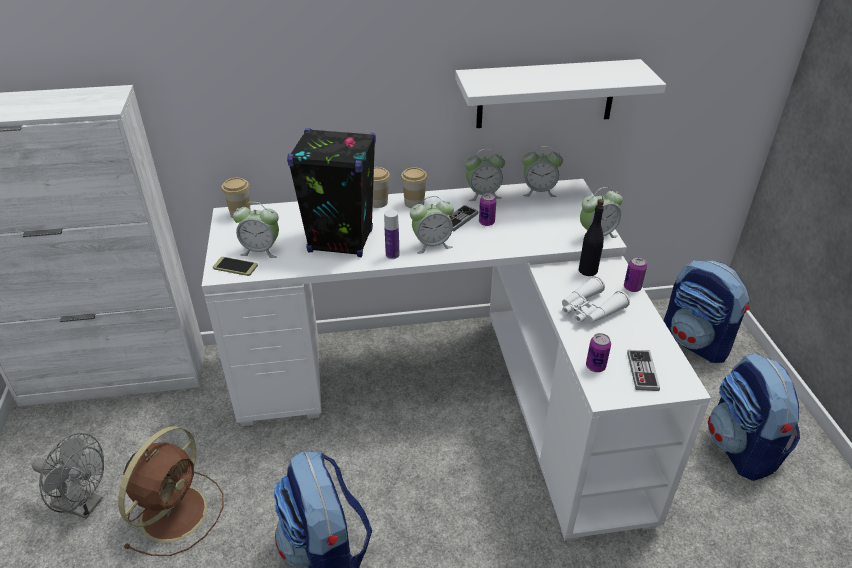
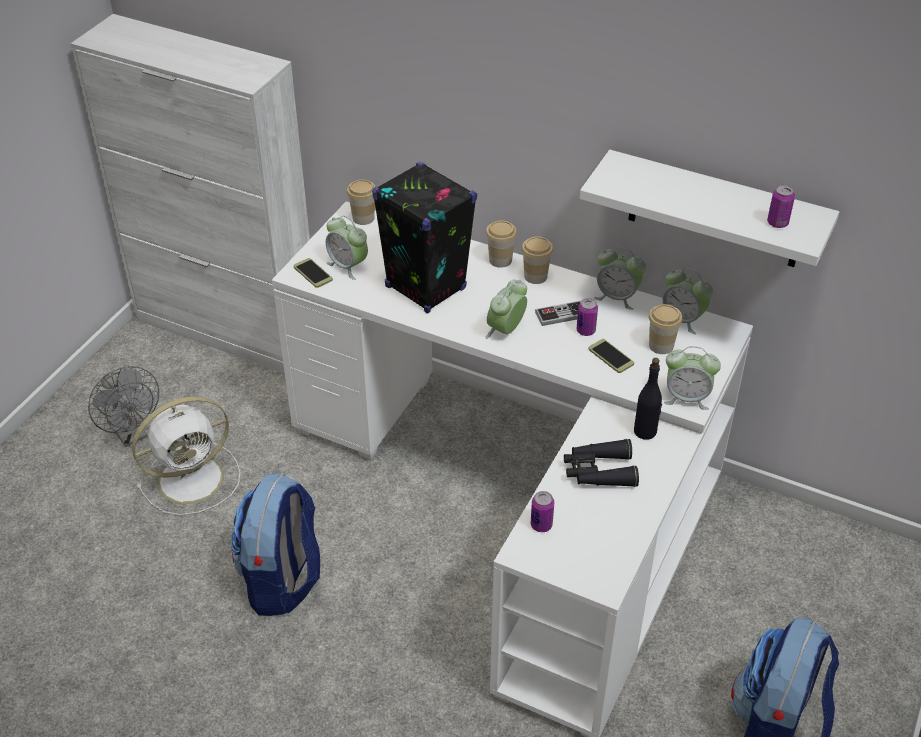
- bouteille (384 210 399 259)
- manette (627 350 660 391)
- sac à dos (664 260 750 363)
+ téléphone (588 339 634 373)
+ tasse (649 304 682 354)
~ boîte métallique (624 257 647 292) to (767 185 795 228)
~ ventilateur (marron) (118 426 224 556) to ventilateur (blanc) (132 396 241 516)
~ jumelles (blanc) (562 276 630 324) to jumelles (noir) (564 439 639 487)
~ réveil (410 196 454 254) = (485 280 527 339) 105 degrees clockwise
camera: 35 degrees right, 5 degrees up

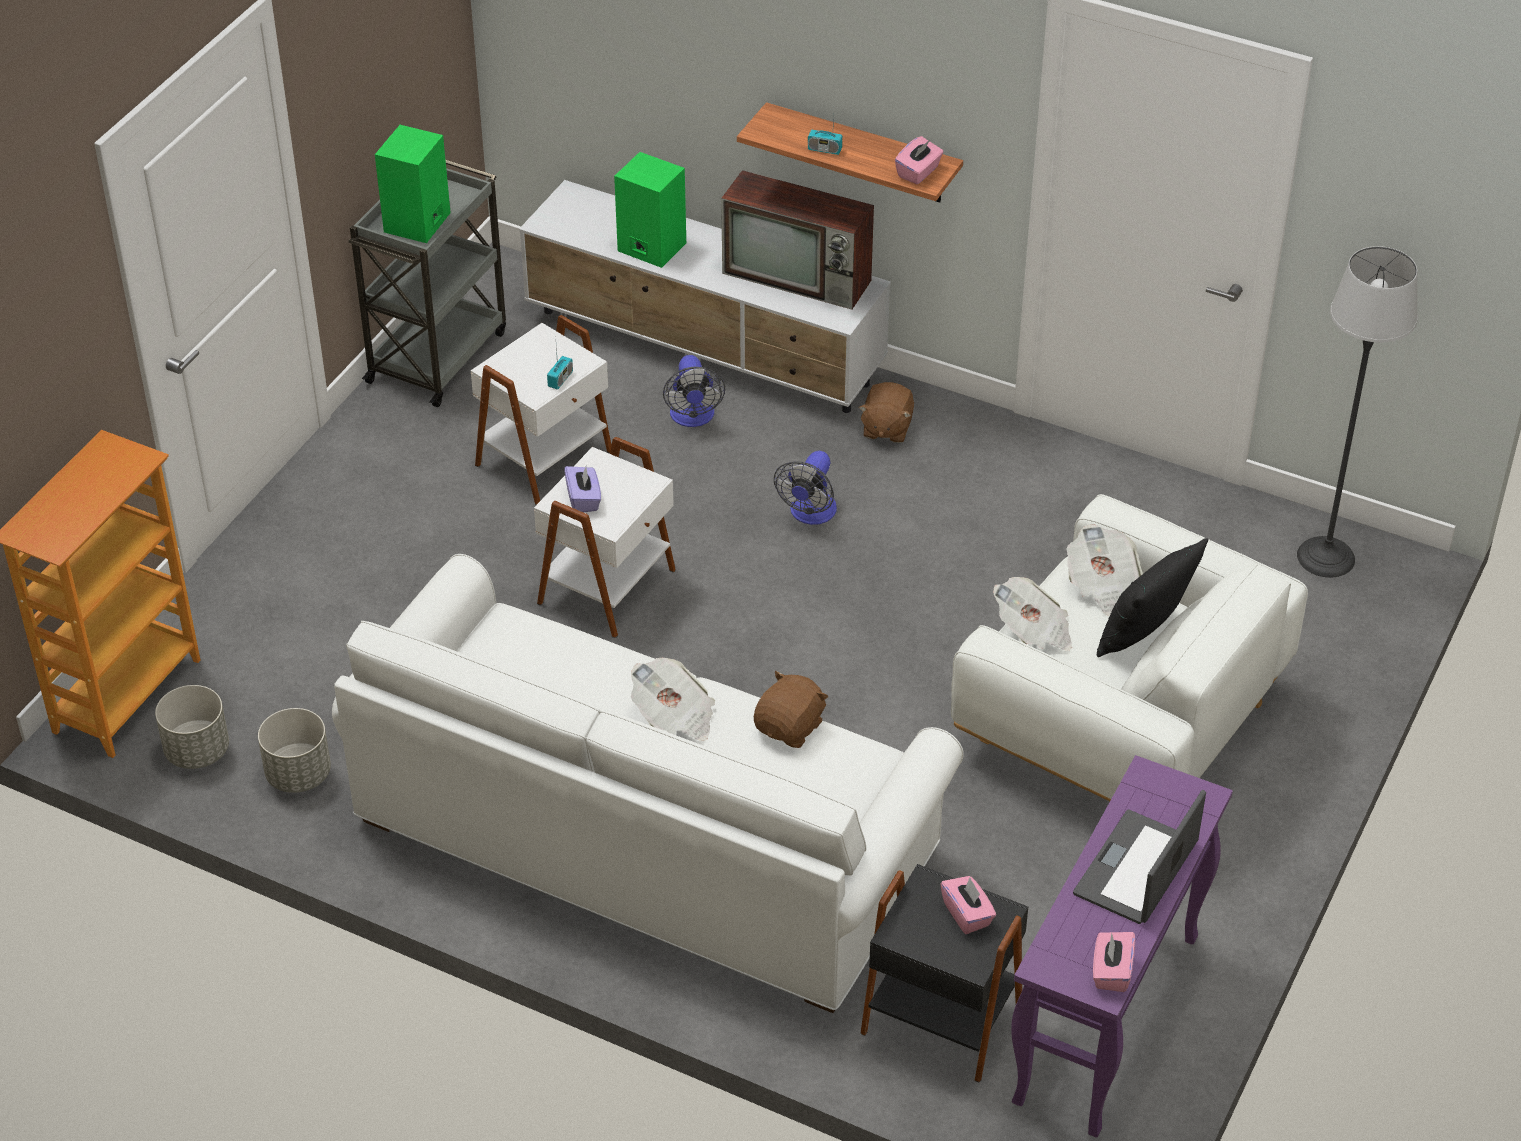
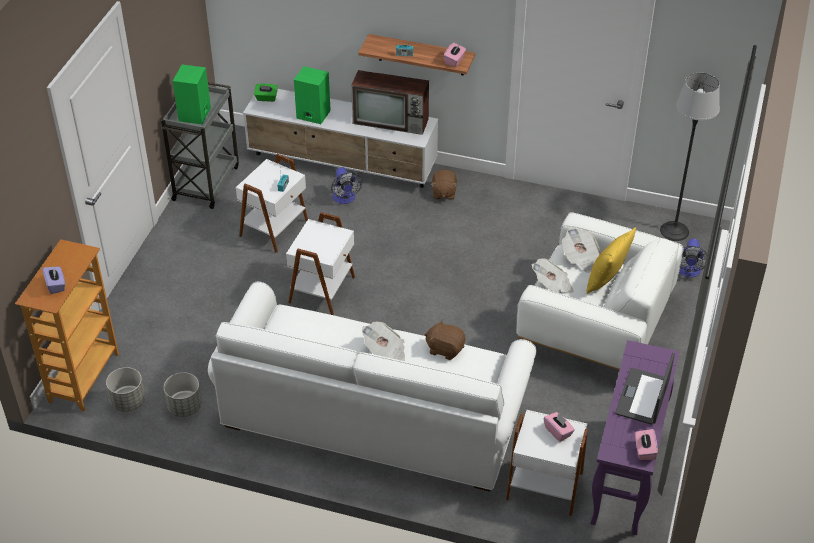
+ boîte à mouchoirs (vert) (254 83 278 102)
~ boîte à mouchoirs (violet) (564 464 601 512) to (42 265 65 294)
~ ventilateur (774 451 837 525) to (679 239 707 277)
~ table d'appoint (noir) (860 864 1028 1083) to table d'appoint (blanc) (506 410 588 516)
~ coussin (noir) (1097 538 1208 657) to coussin (jaune) (586 228 636 294)
~ peluche (marron) (754 671 828 748) = (425 319 465 360) 90 degrees counterclockwise
camera: 10 degrees left, 0 degrees up

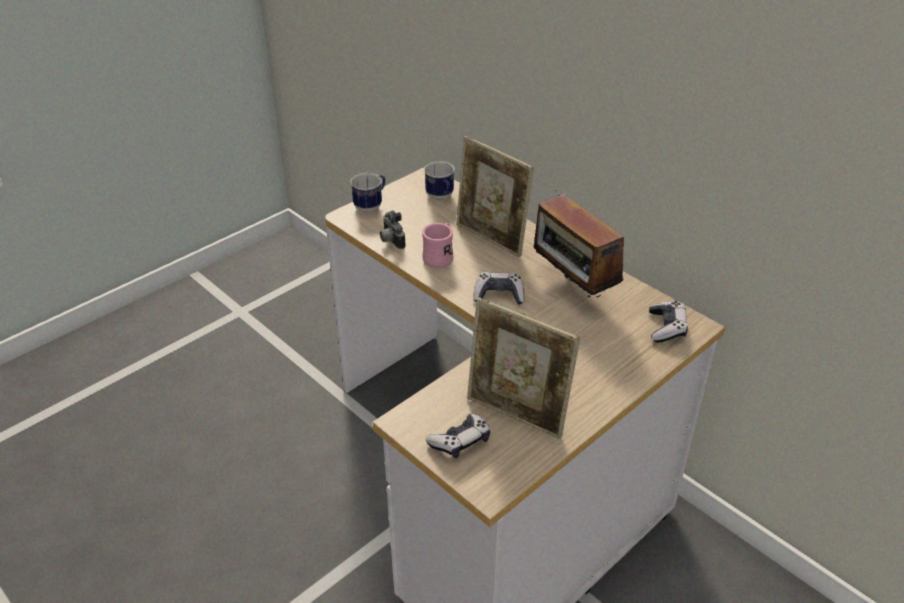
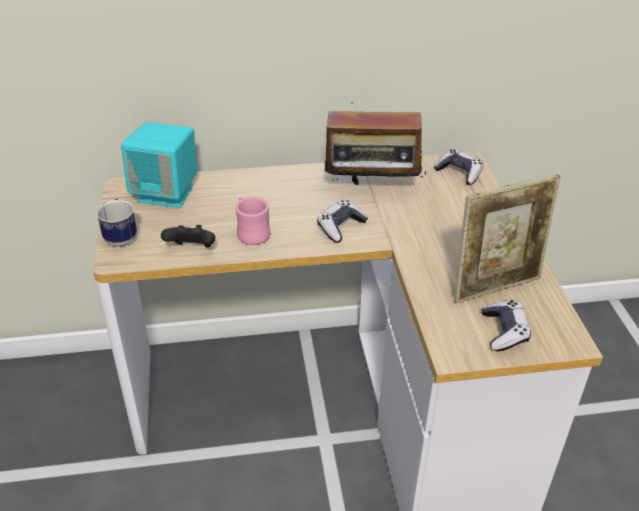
- cadre photo (456 136 534 257)
~ appareil photo (380 210 406 249) to manette (noir) (161 225 215 247)
~ mug (424 161 455 200) to enceinte (turquoise) (121 122 197 208)
camera: 55 degrees left, 0 degrees up

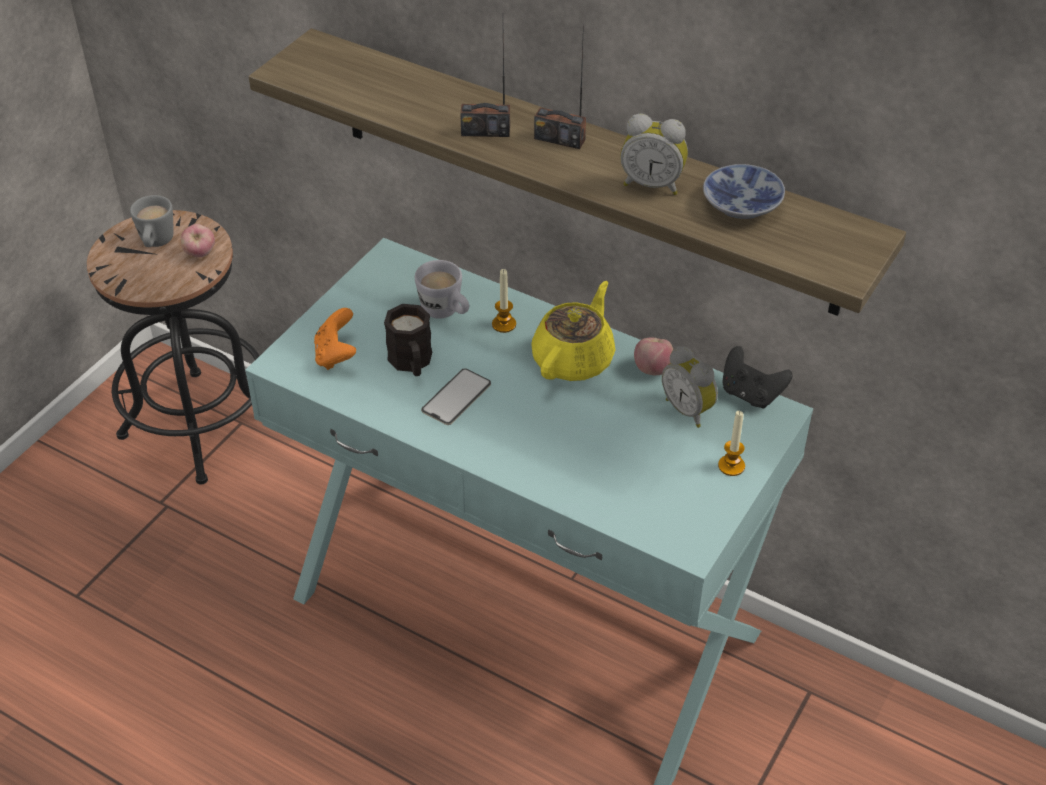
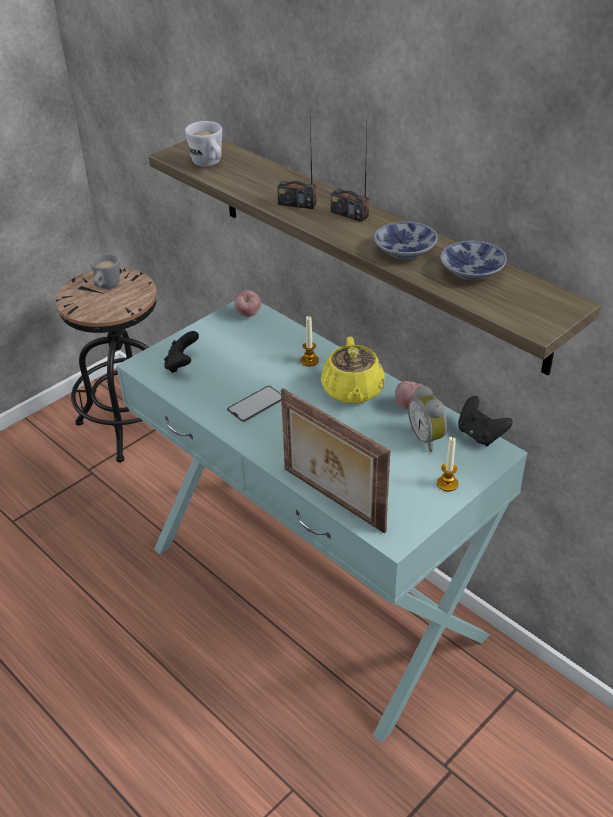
- mug (noir) (384 304 432 376)
+ cadre photo (281 388 390 533)
~ pomme (181 224 215 257) to (234 290 261 317)
~ mug (blanc) (415 260 469 319) to (185 121 222 167)
~ réveil (620 114 688 195) to bol (374 222 438 260)
~ manette (orange) (314 308 356 370) to manette (noir) (164 331 199 373)
~ théière (jaune) (531 281 615 381) = (321 337 385 404) 135 degrees clockwise
camera: 15 degrees right, 5 degrees down

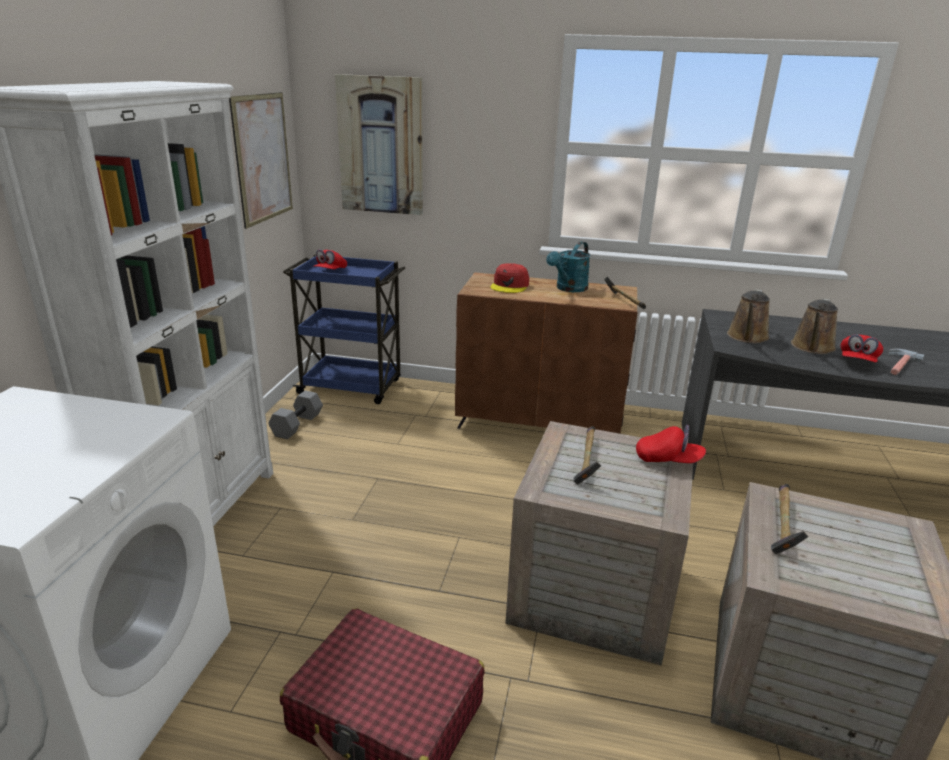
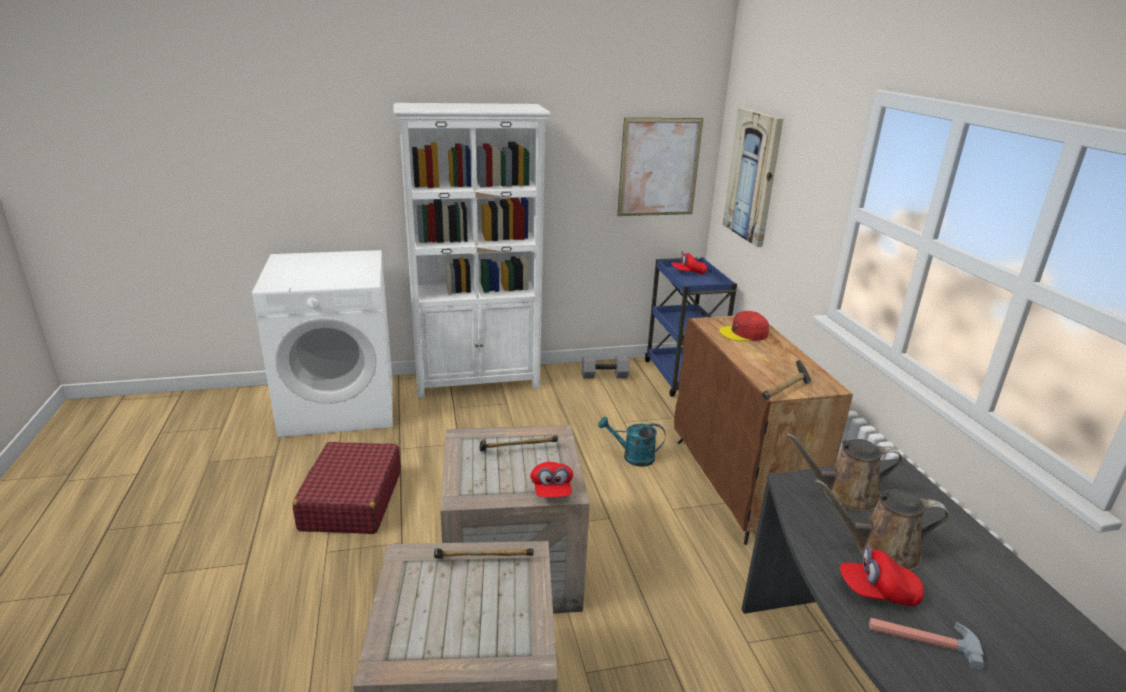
~ arrosoir (turquoise) (546 242 591 292) to (598 417 666 467)
camera: 65 degrees right, 0 degrees up

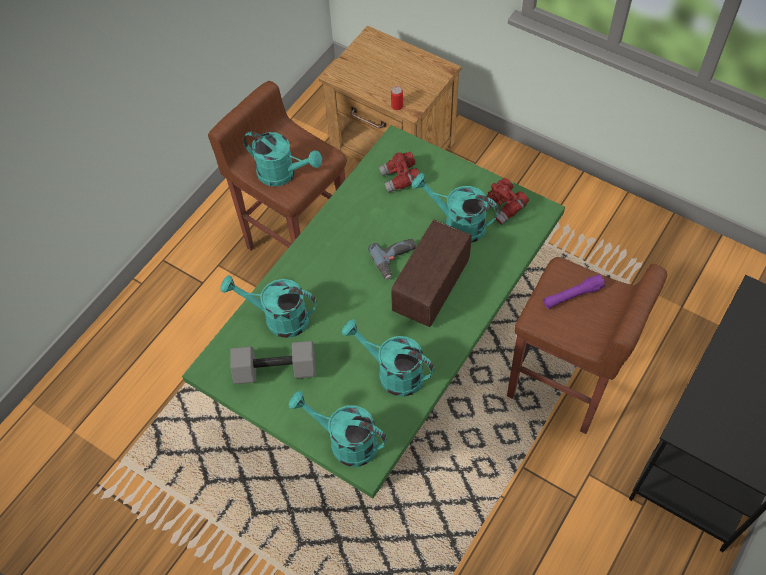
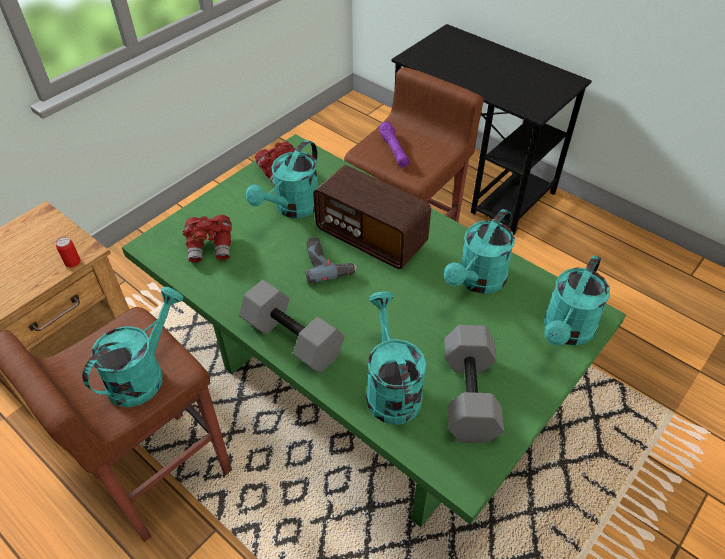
+ haltère (gris) (239 280 345 373)
~ arrosoir (turquoise) (220 275 317 338) = (366 291 426 425) 150 degrees clockwise
camera: 85 degrees left, 10 degrees down

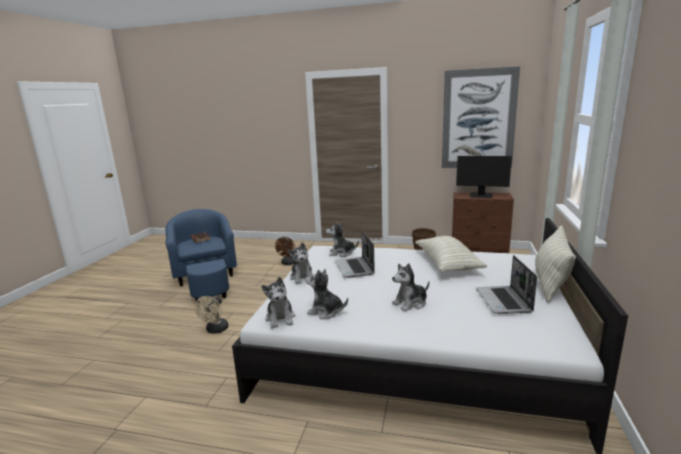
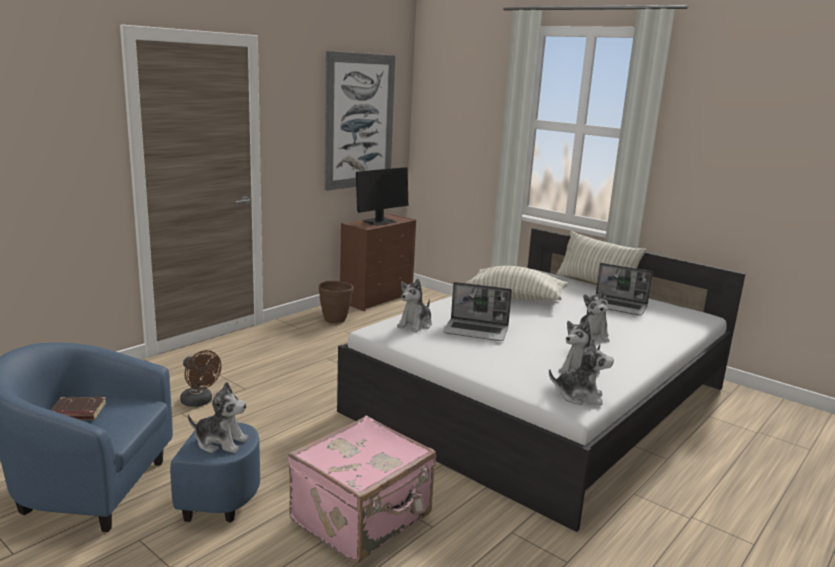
~ peluche (288 242 314 284) to (188 382 249 453)
~ ventilateur (beige) (195 296 228 333) to valise (rose) (288 415 436 563)
camera: 65 degrees left, 0 degrees up

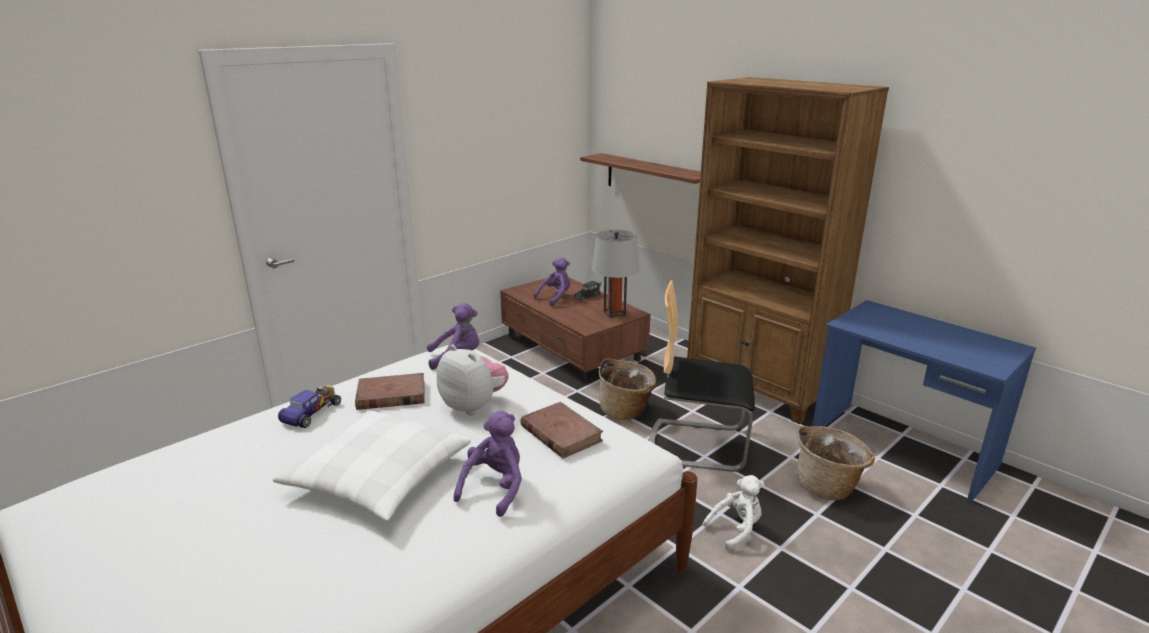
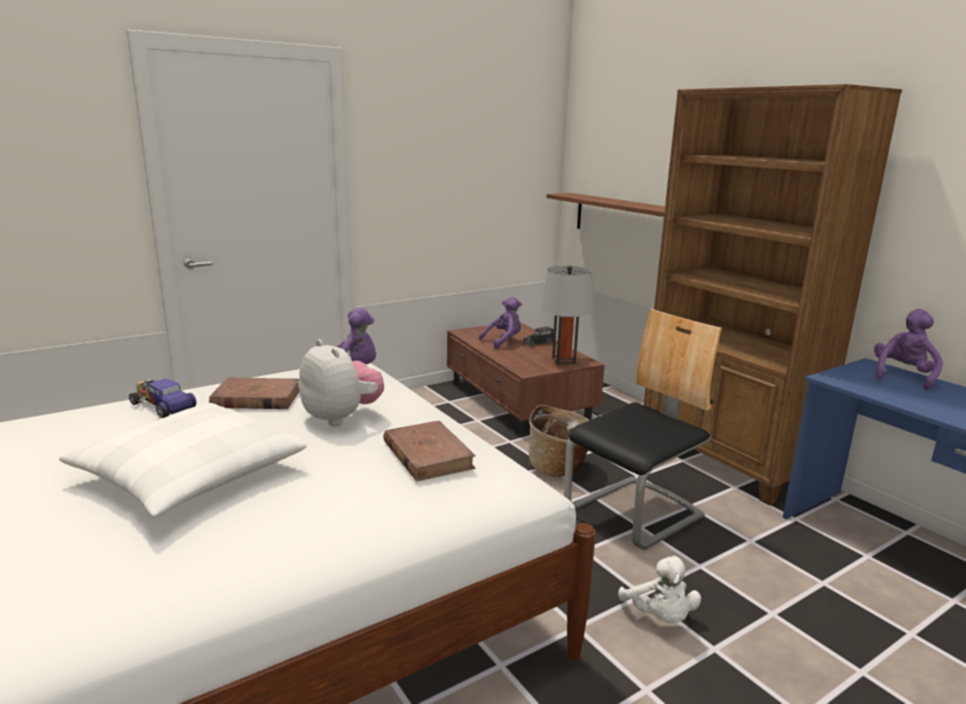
- panier (797 426 875 500)
~ peluche (violet) (454 411 522 517) to (874 309 943 390)
~ petite voiture (278 385 341 428) = (129 379 197 418) 90 degrees counterclockwise
~ chaise (649 280 755 472) = (564 309 722 550) 120 degrees clockwise
~ peluche (blanc) (702 475 764 551) = (618 556 701 623) 90 degrees clockwise
camera: 10 degrees right, 5 degrees down

